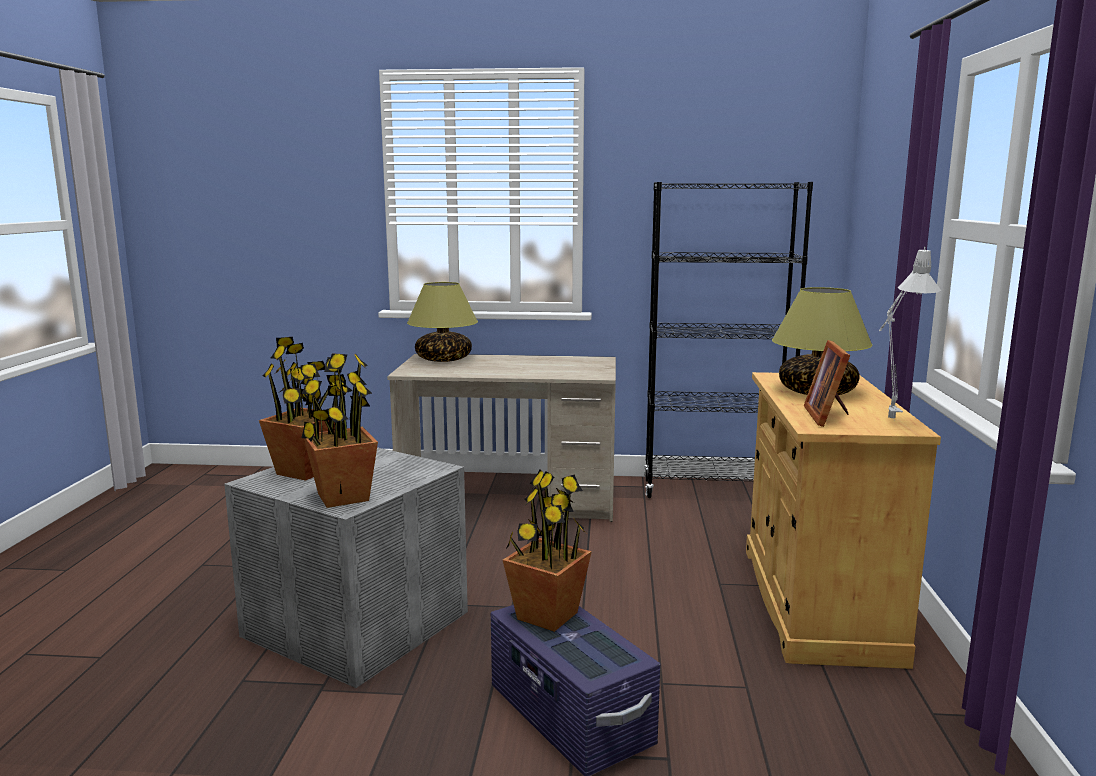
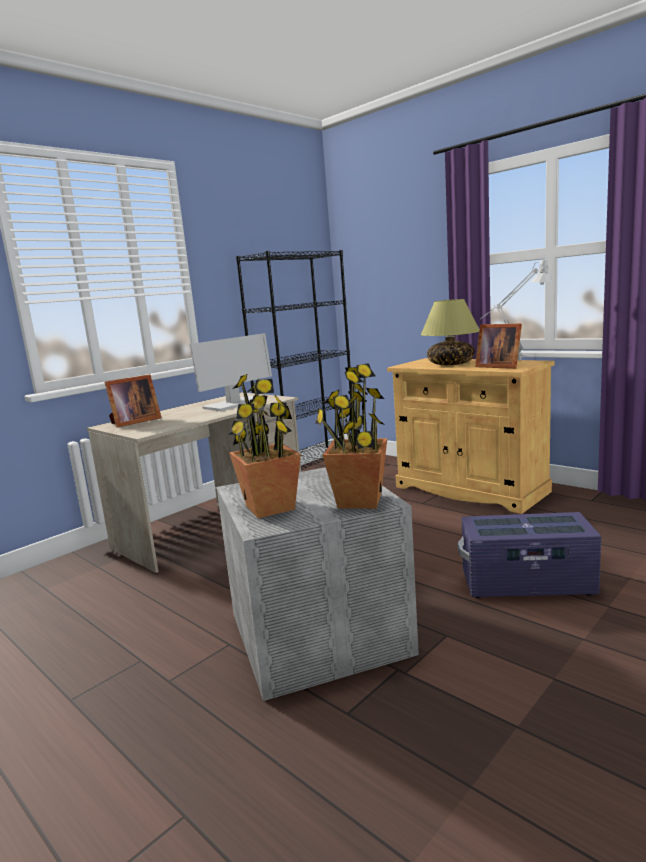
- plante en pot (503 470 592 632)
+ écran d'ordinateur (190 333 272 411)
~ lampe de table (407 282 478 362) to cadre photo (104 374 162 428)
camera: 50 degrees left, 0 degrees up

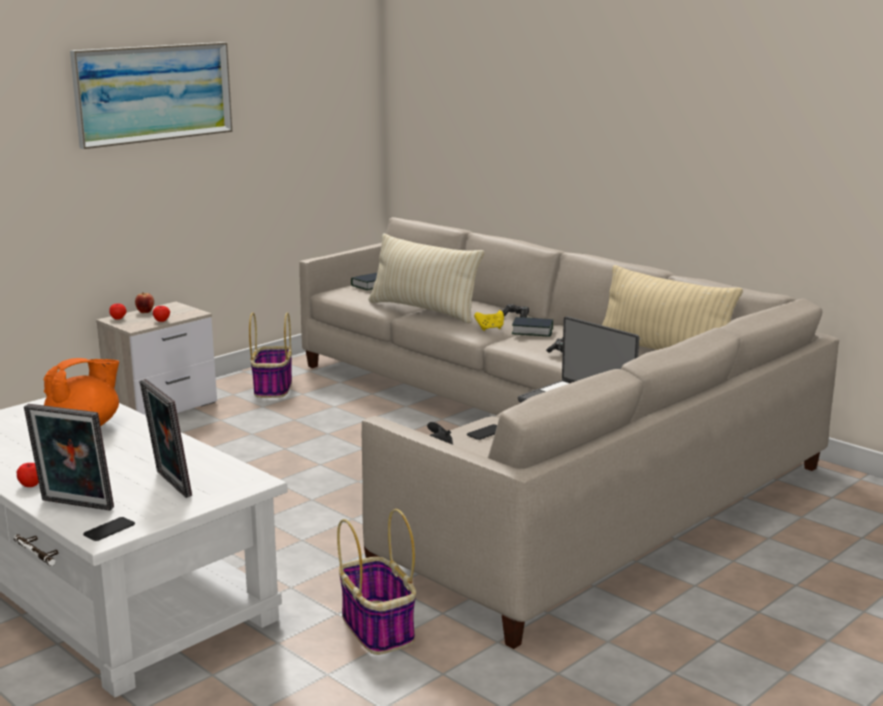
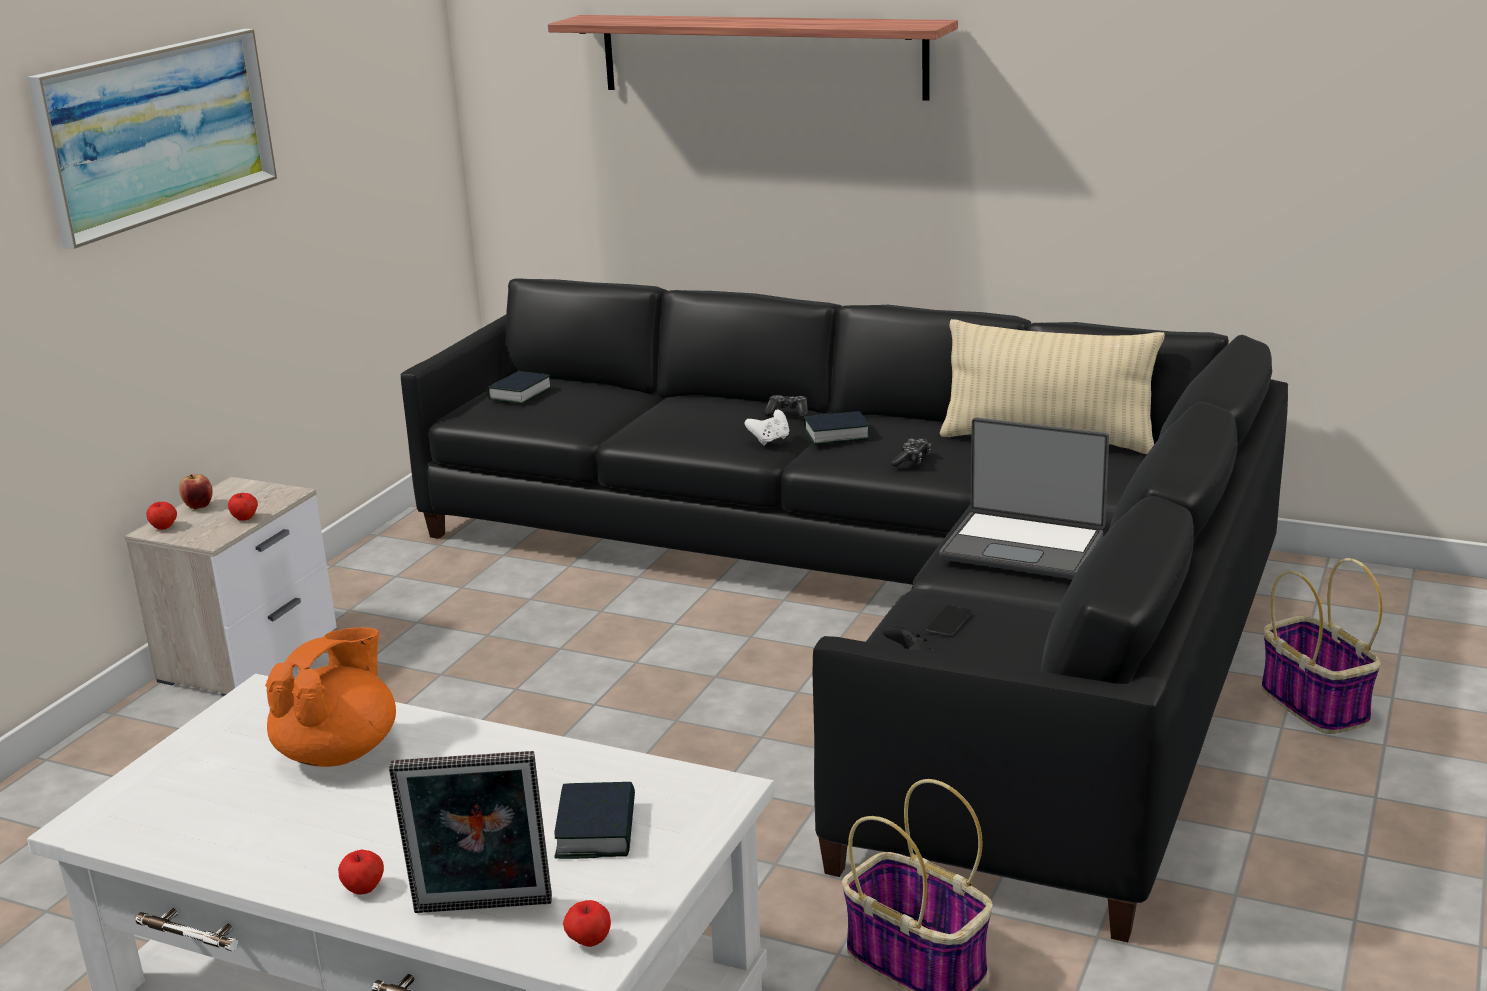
- coussin (beige) (369 233 484 323)
+ étagère (548 15 958 101)
~ panier (249 313 292 398) to (1261 558 1382 734)
~ téléphone (83 517 135 541) to pomme (563 900 611 947)
~ cadre photo (139 379 192 498) to livre (554 782 635 859)
~ canapé (beige) (299 217 839 649) to canapé (noir) (401 279 1288 942)
~ manette (jaune) (474 310 504 331) to manette (blanc) (745 410 789 446)
camera: 20 degrees left, 5 degrees up

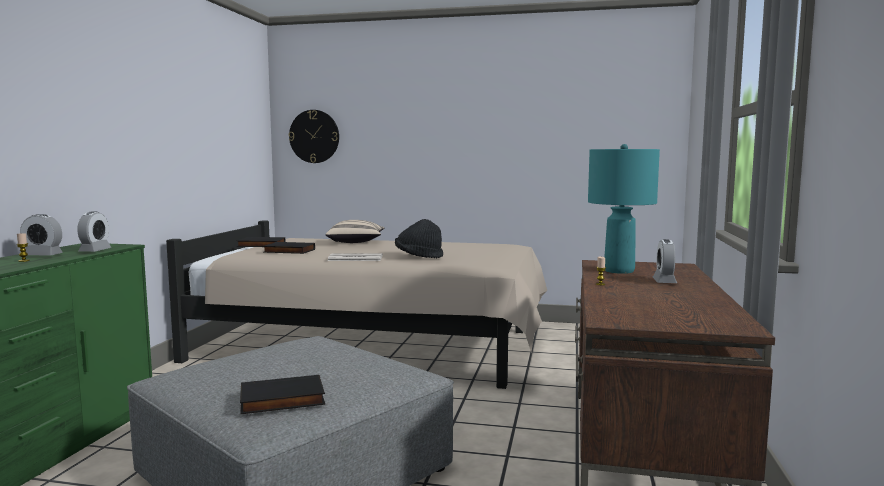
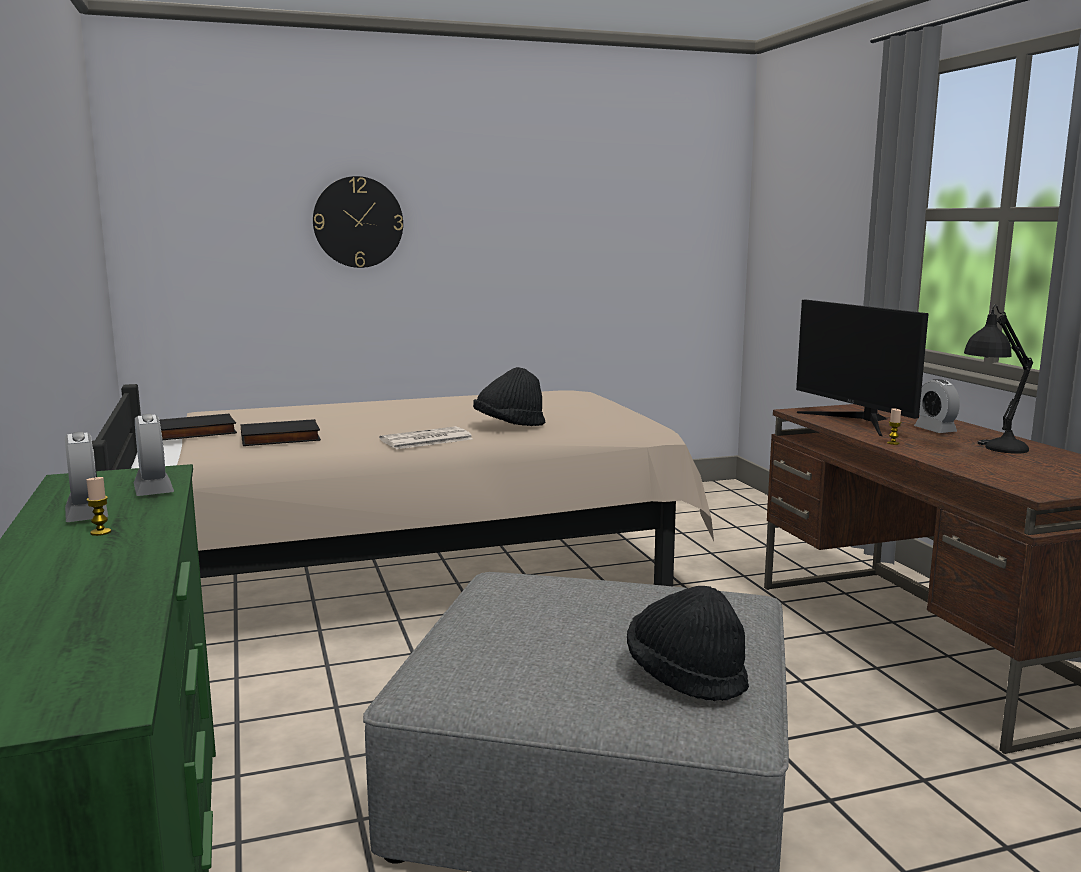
- coussin (beige) (326 220 384 243)
+ lampe de table (noir) (964 304 1033 454)
~ horloge murale (289 110 339 163) to (313 176 403 268)
~ livre (noir) (240 375 325 414) to chapeau (noir) (627 586 749 701)
~ lampe de table (turquoise) (588 144 660 274) to écran d'ordinateur (796 300 929 436)
~ réveil (20 214 63 255) = (65 432 108 522) 90 degrees counterclockwise
camera: 30 degrees left, 5 degrees up

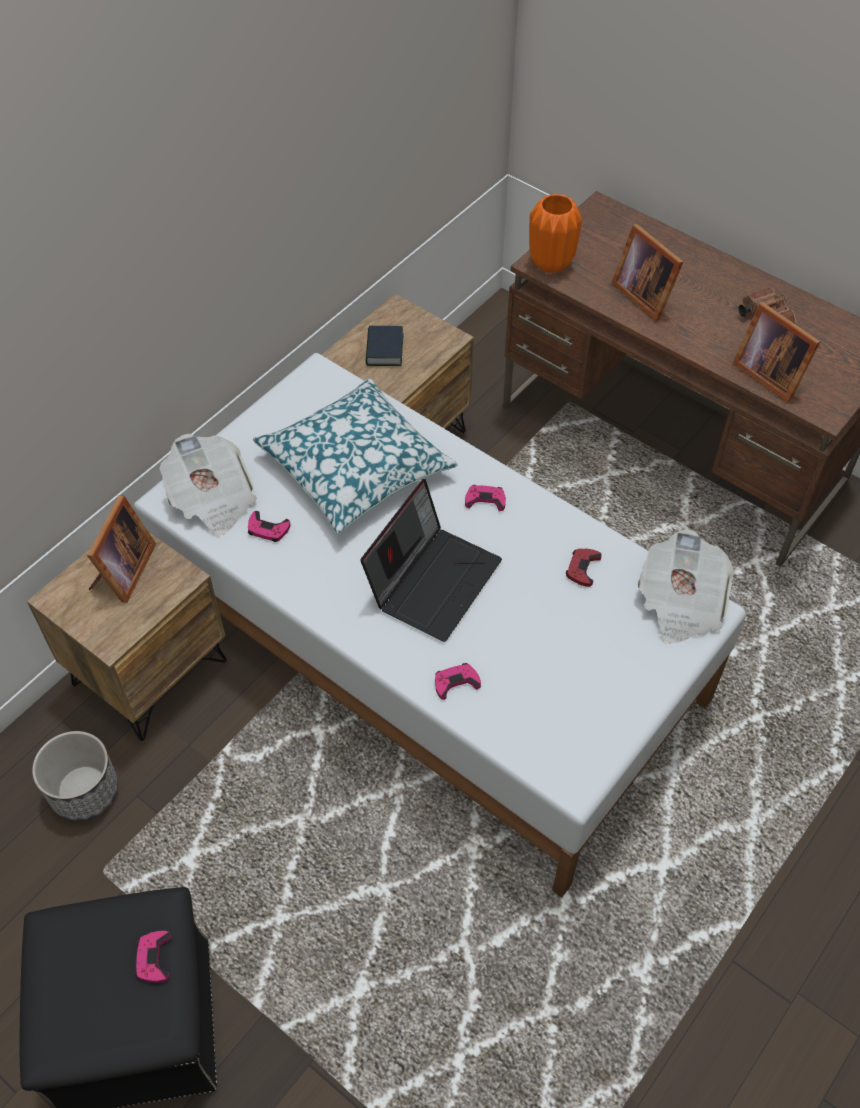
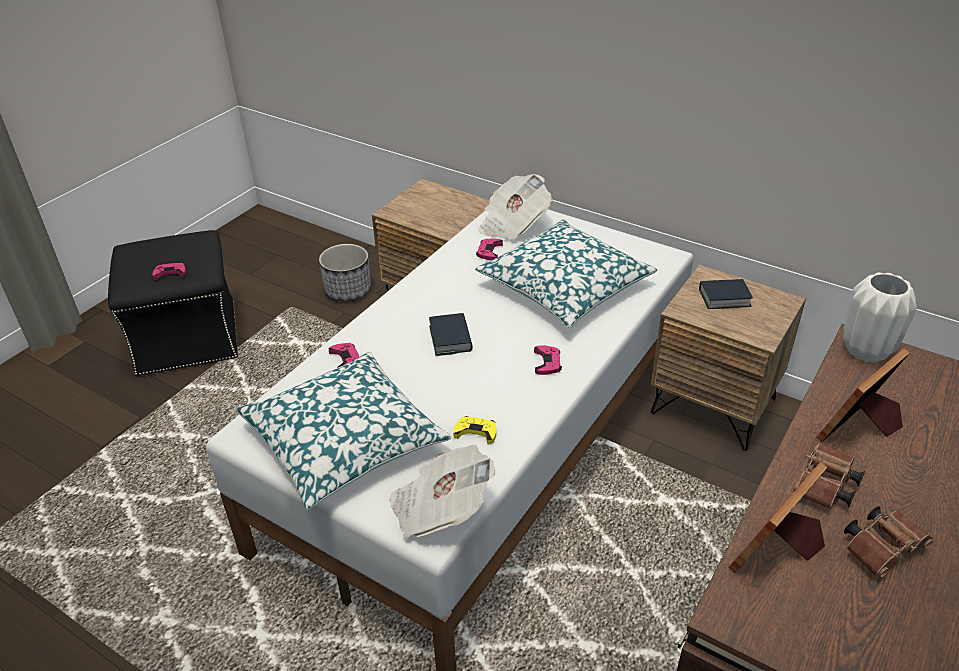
- cadre photo (87 495 156 603)
+ coussin (236 352 451 510)
+ jumelles (marron) (793 443 865 509)
~ ordinateur portable (360 479 502 642) to livre (429 313 473 356)
~ vase (orange) (529 193 582 273) to vase (blanc) (843 272 917 362)
~ manette (rouge) (566 549 602 587) to manette (jaune) (453 416 496 444)
camera: 85 degrees right, 15 degrees down

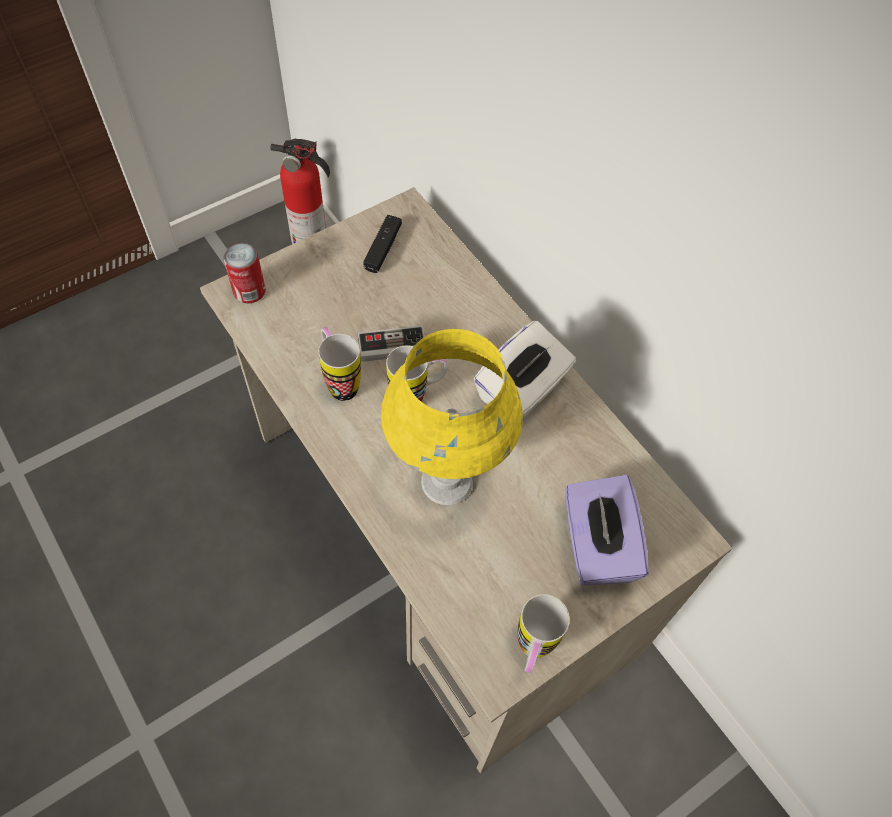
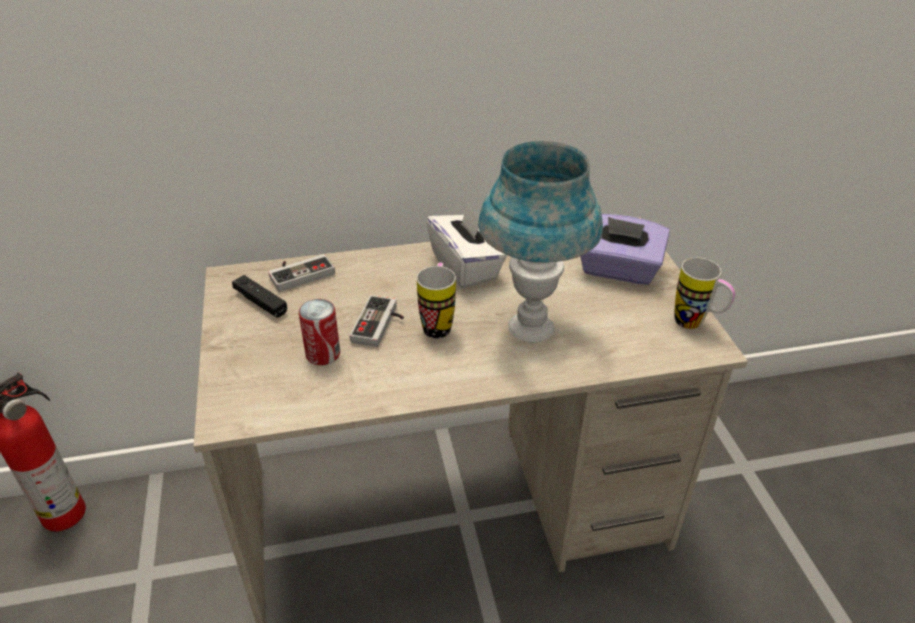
- mug (318 327 361 401)
+ manette (268 254 335 292)
~ boîte métallique (224 243 266 304) to (299 299 340 365)
~ lampe de table (jaune) (381 329 523 505) to lampe de table (bleu) (478 141 603 343)
camera: 65 degrees left, 20 degrees down

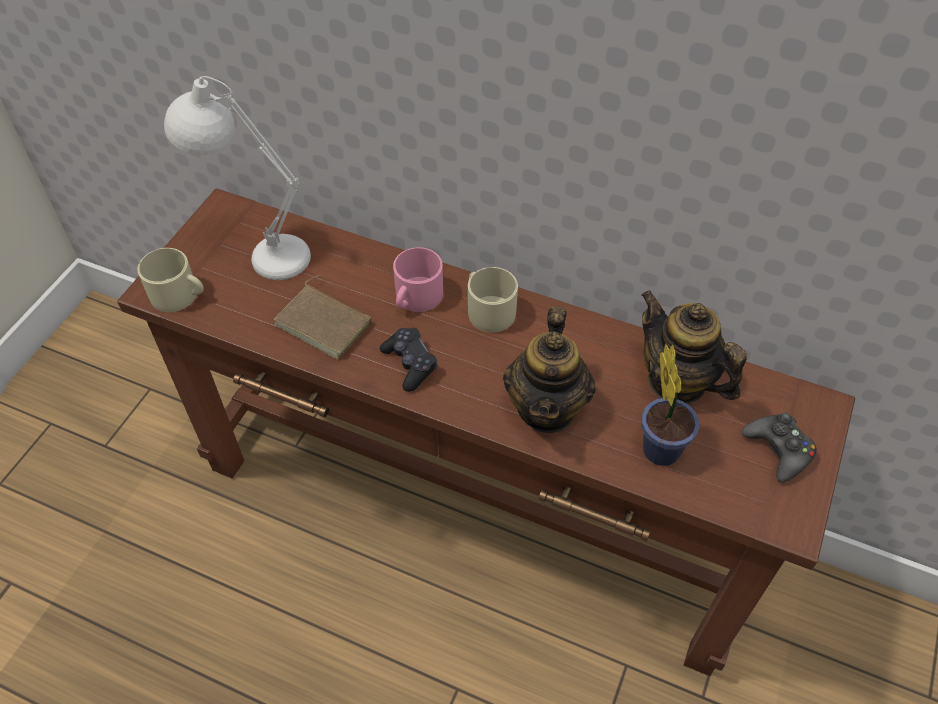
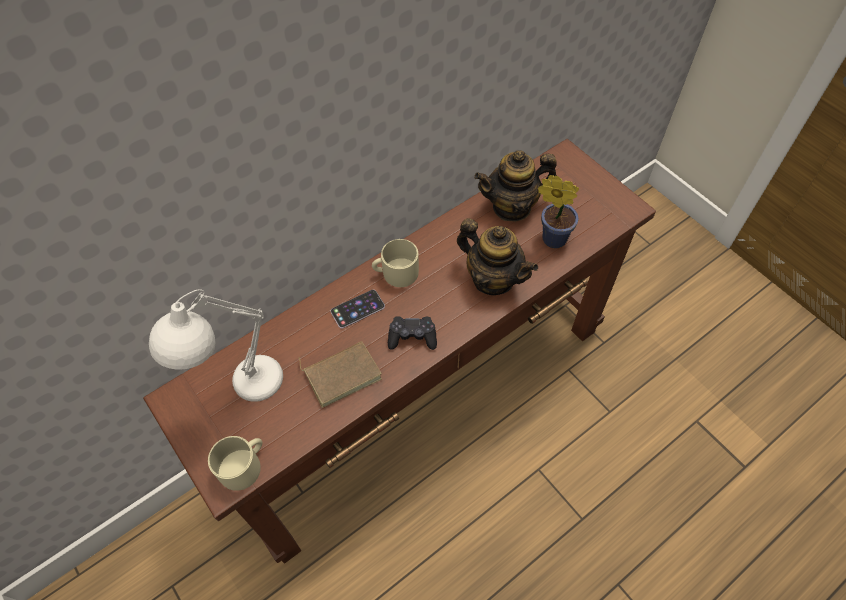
- manette (noir) (742 412 817 482)
~ mug (rose) (393 247 443 312) to téléphone (330 290 385 328)
camera: 60 degrees left, 5 degrees up

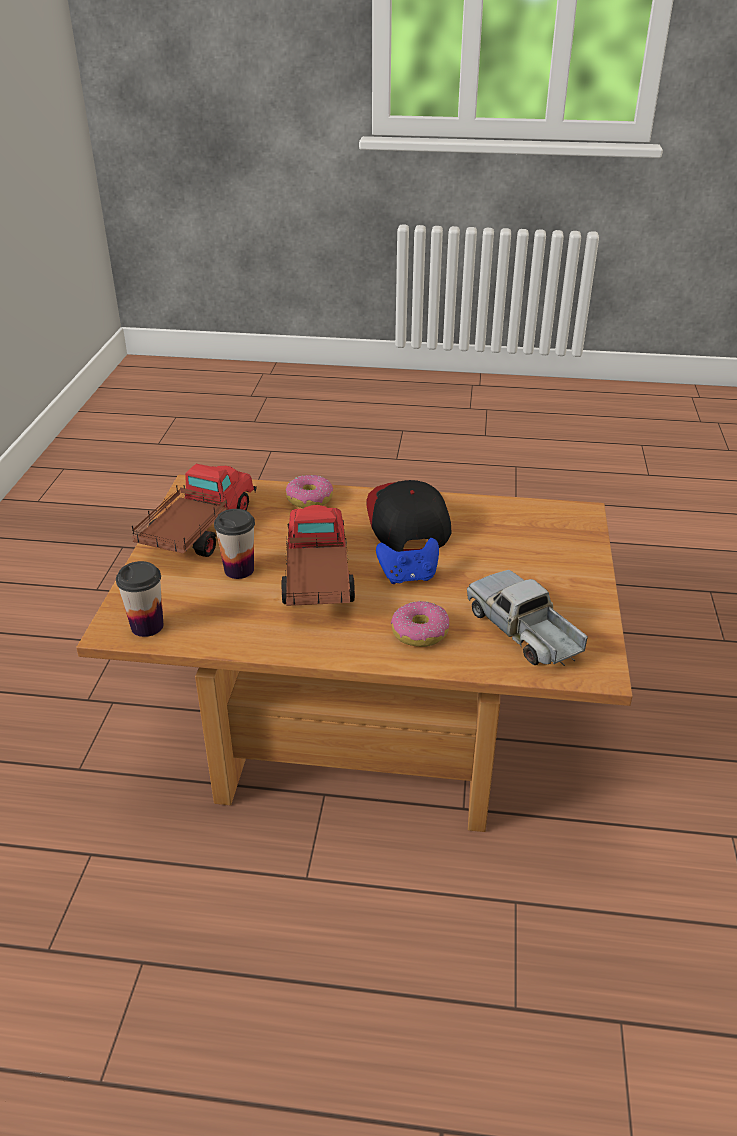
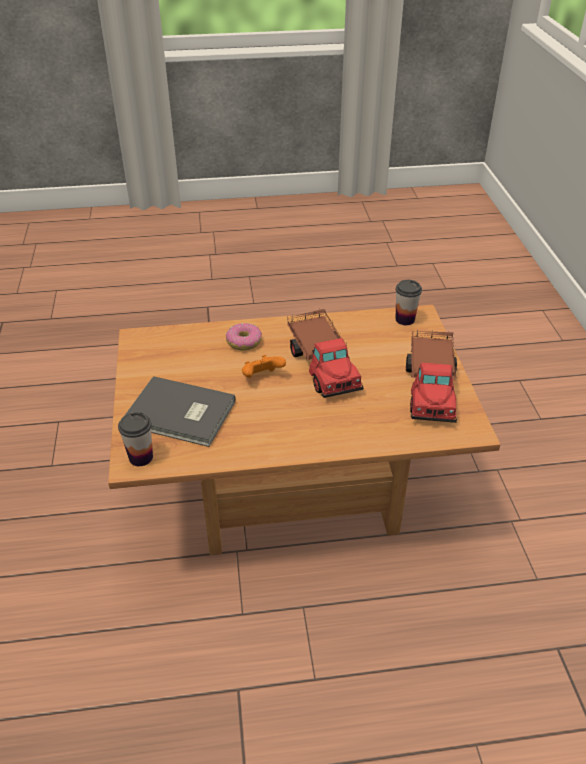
- beignet (286 475 333 508)
- casquette (366 480 451 552)
- camion jouet (467 570 588 666)
+ livre (gris) (124 376 235 447)
~ tasse (214 509 255 579) to (118 412 153 466)
~ manette (bleu) (376 538 439 584) to manette (orange) (242 355 286 378)
camera: 165 degrees right, 5 degrees up

